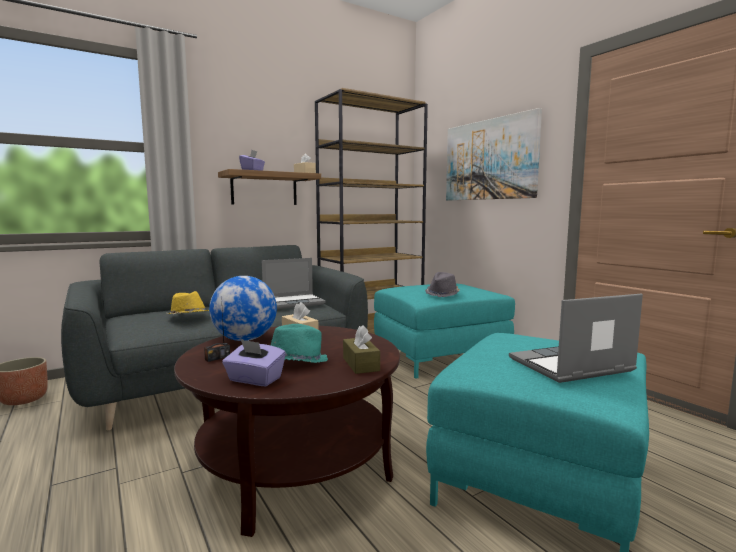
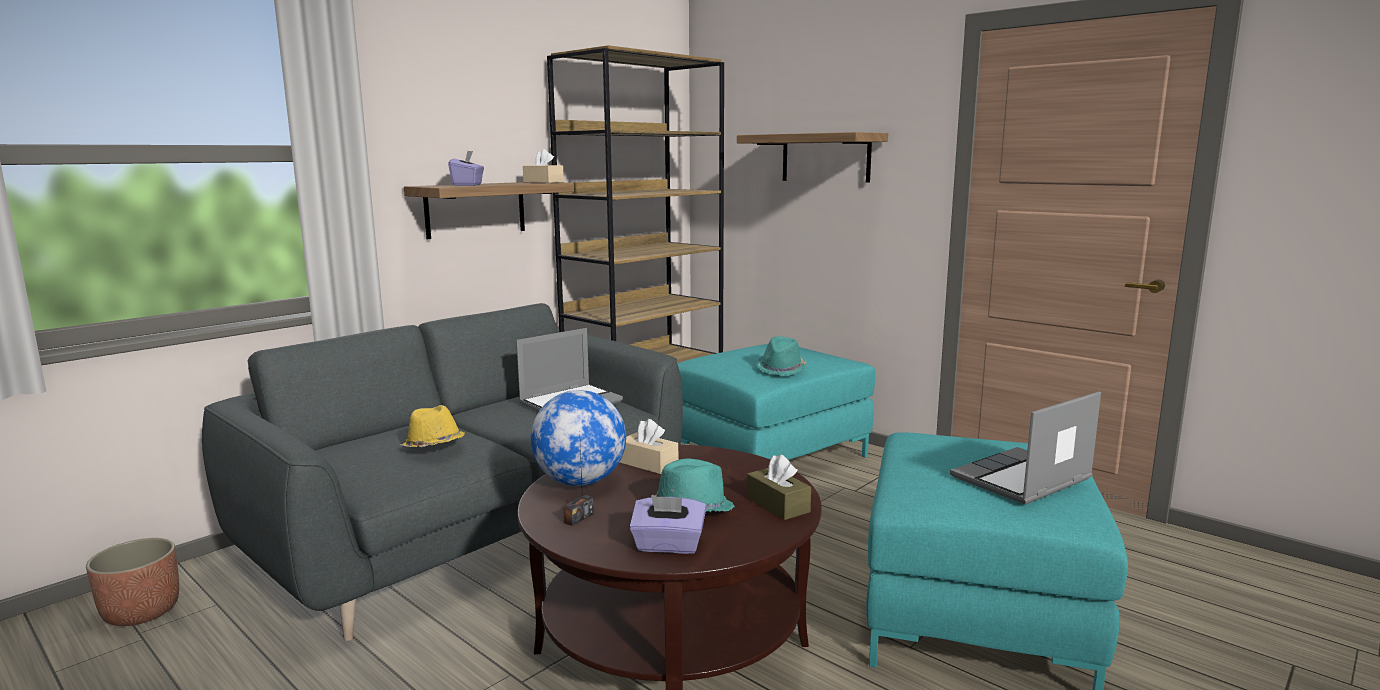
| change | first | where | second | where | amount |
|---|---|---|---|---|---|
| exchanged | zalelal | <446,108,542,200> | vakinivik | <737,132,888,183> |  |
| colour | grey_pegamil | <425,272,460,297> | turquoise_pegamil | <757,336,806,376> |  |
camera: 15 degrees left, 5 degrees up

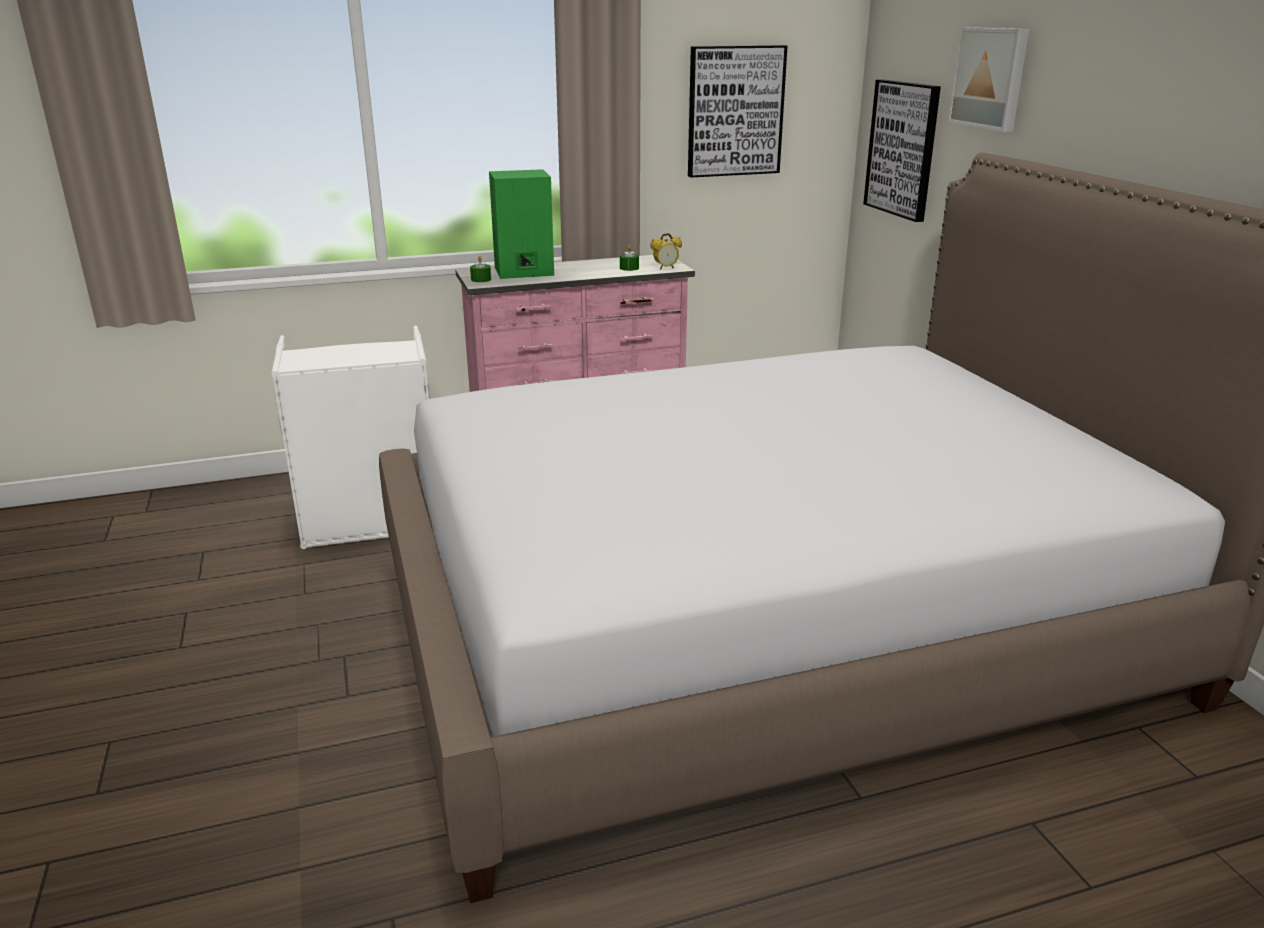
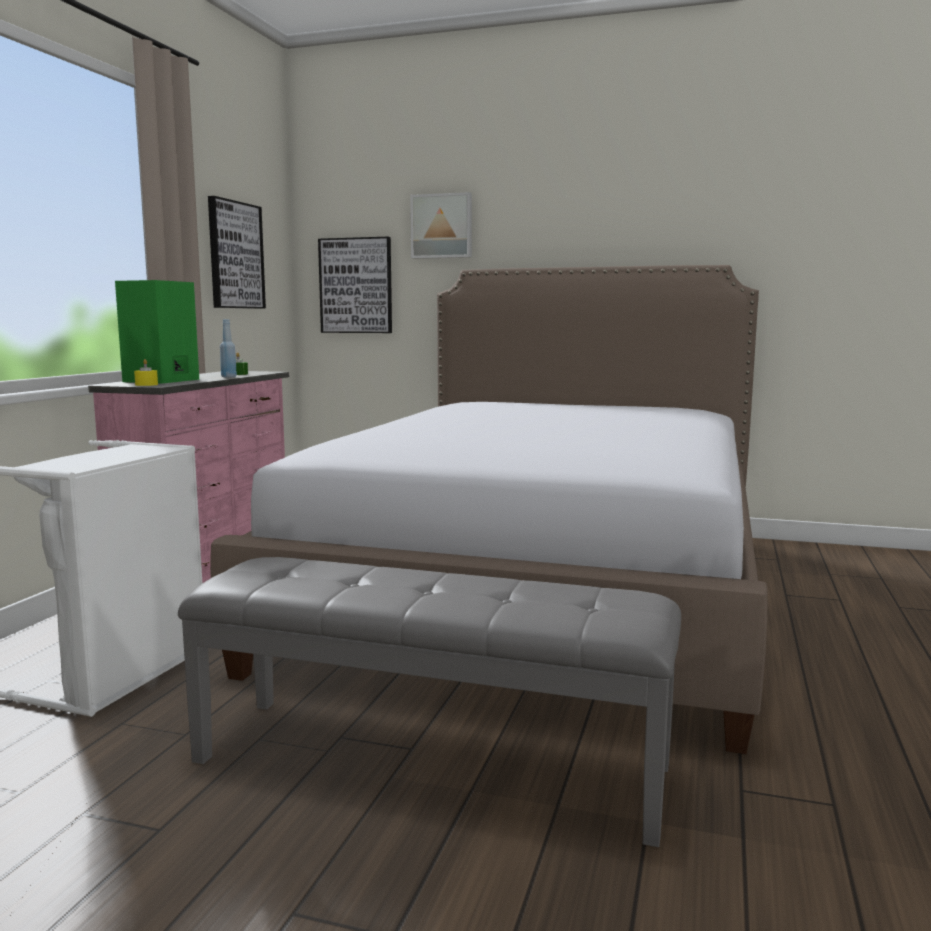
| change | first | where | second | where | amount |
|---|---|---|---|---|---|
| colour | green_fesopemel | <470,255,491,282> | yellow_fesopemel | <134,359,158,386> |  |
| appeared |  |  | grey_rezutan | <178,557,681,847> |  |
| appeared |  |  | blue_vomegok | <220,319,237,377> |  |
| missing | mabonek | <650,233,682,270> |  |  |  |
camera: 55 degrees left, 15 degrees down

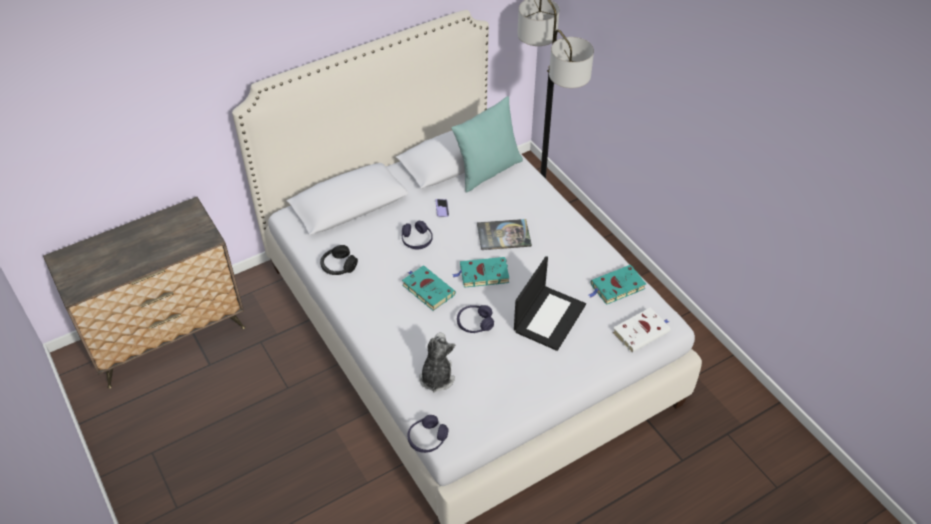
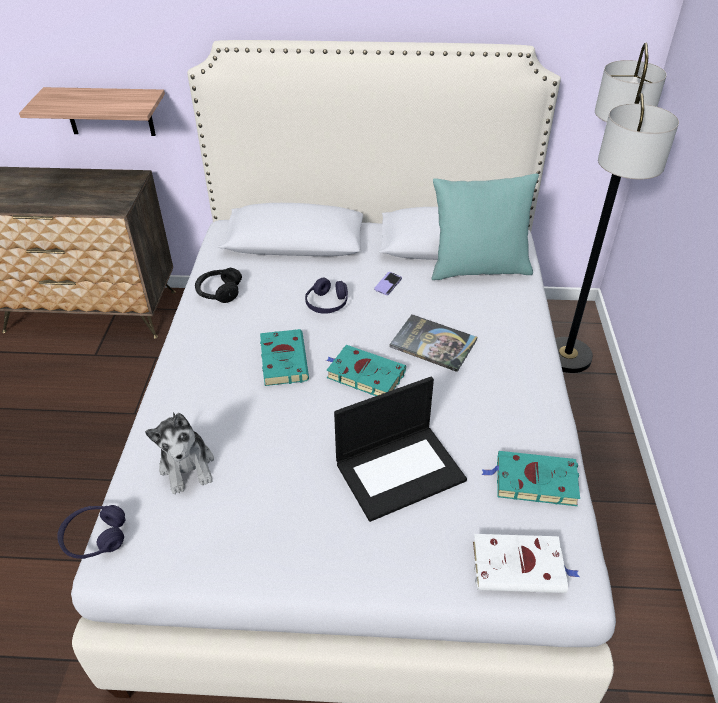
| change | first | where | second | where | amount |
|---|---|---|---|---|---|
| appeared |  |  | vakinivik | <19,87,165,136> |  |
| spun | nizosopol | <419,332,455,393> |  | <145,412,214,494> | 120 degrees clockwise |
| missing | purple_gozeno | <457,305,494,333> |  |  |  |
camera: 35 degrees right, 5 degrees down

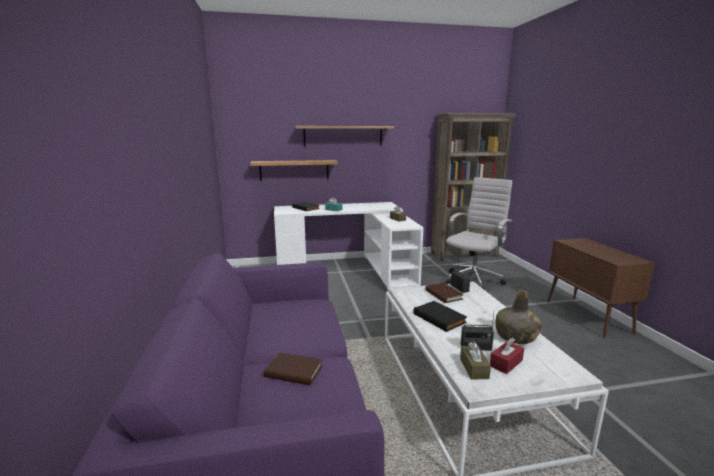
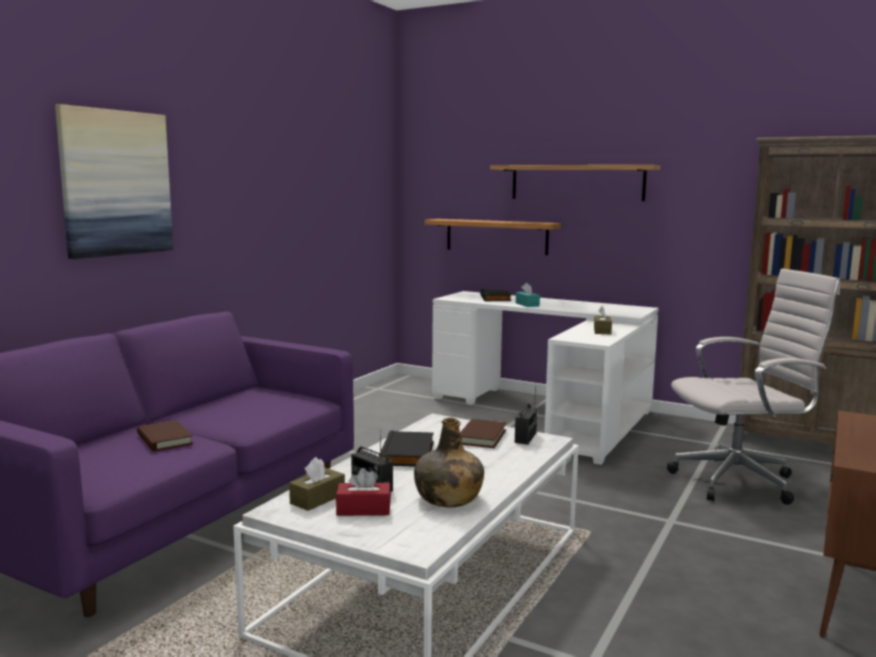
| change | first | where | second | where | amount |
|---|---|---|---|---|---|
| appeared |  |  | zalelal | <55,104,173,259> |  |
camera: 40 degrees right, 5 degrees down

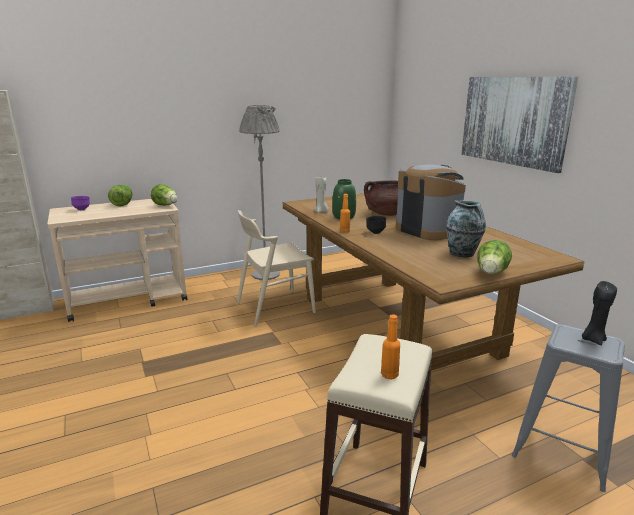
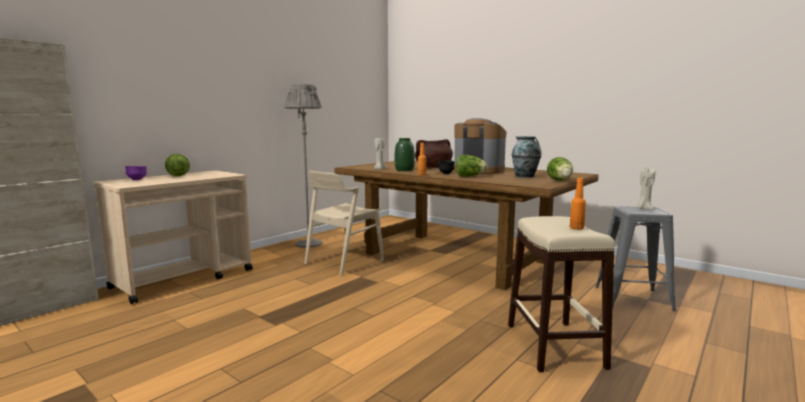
| change | first | where | second | where | amount |
|---|---|---|---|---|---|
| relocated | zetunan | <151,184,178,206> |  | <456,155,488,177> |  |
| colour | black_fesopemel | <582,281,617,345> | beige_fesopemel | <637,167,655,210> |  |
| missing | zalelal | <461,77,578,173> |  |  |  |
camera: 25 degrees left, 10 degrees down

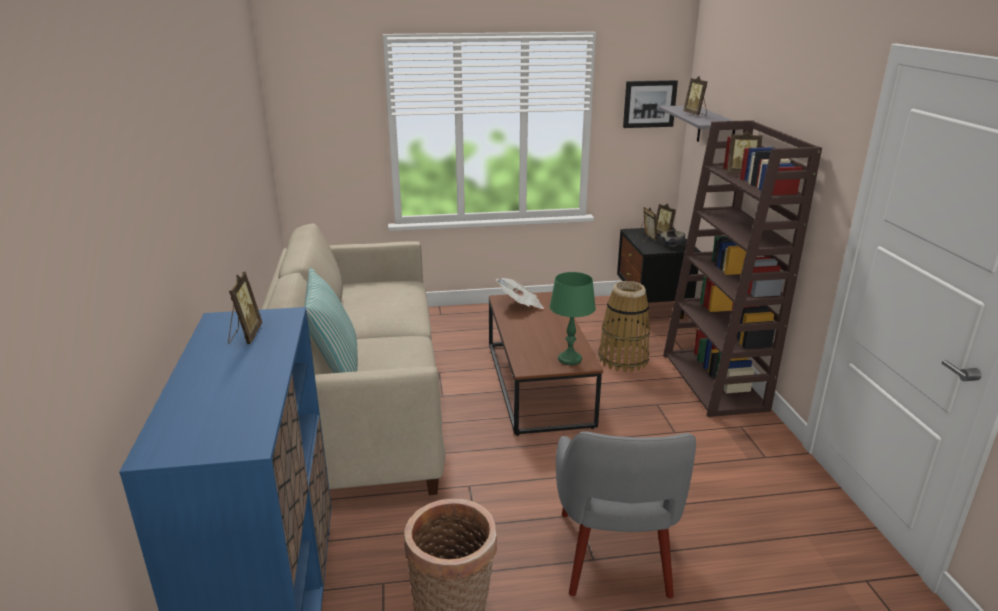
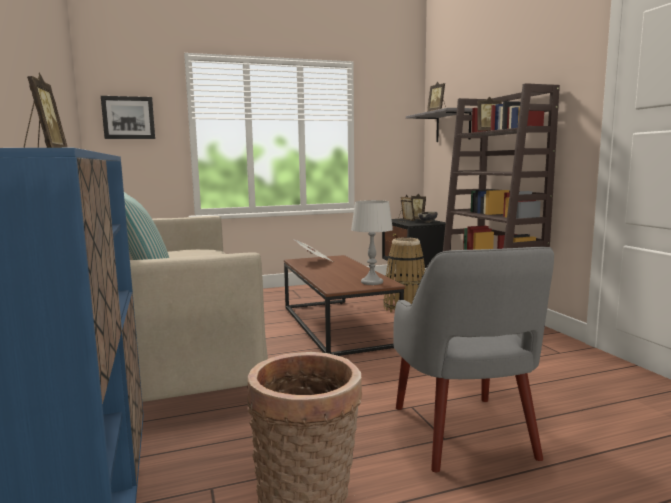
| change | first | where | second | where | amount |
|---|---|---|---|---|---|
| relocated | zalelal | <623,80,678,128> |  | <101,96,155,139> |  |
| colour | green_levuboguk | <550,272,596,365> | grey_levuboguk | <351,200,393,285> |  |
camera: 10 degrees left, 15 degrees down

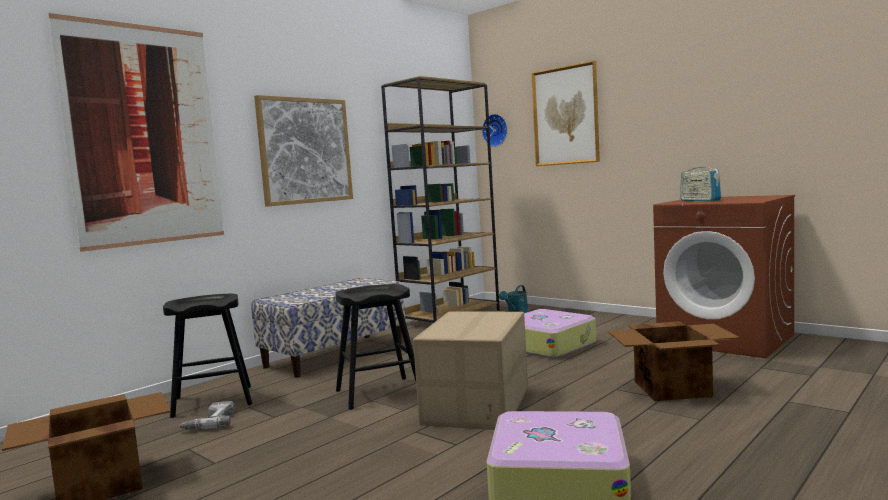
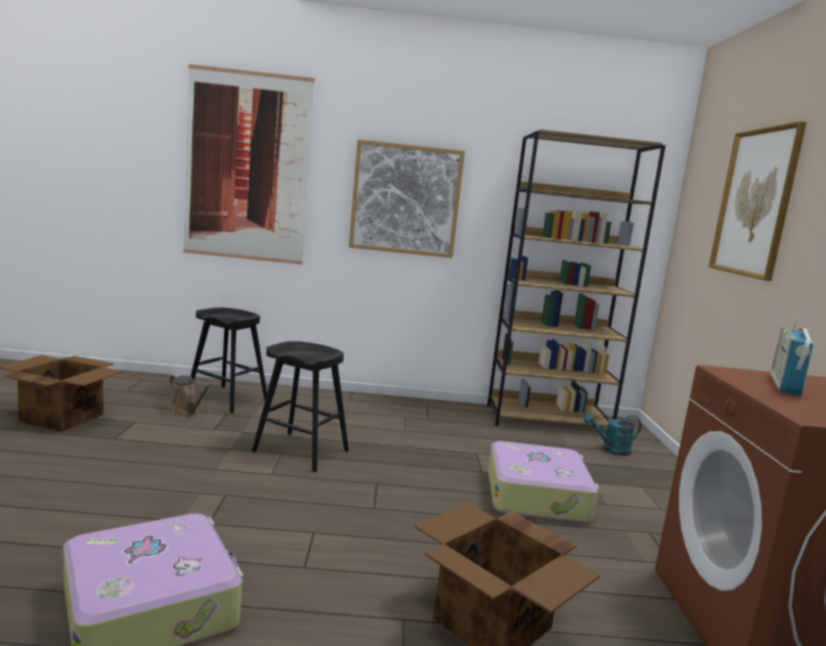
| change | first | where | second | where | amount |
|---|---|---|---|---|---|
| exchanged | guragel | <179,401,235,429> | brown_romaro | <167,374,212,417> |  |
| missing | rezutan | <251,278,406,378> |  |  |  |
| missing | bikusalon | <413,311,528,430> |  |  |  |
| missing | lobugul | <482,114,507,147> |  |  |  |
camera: 45 degrees right, 5 degrees up

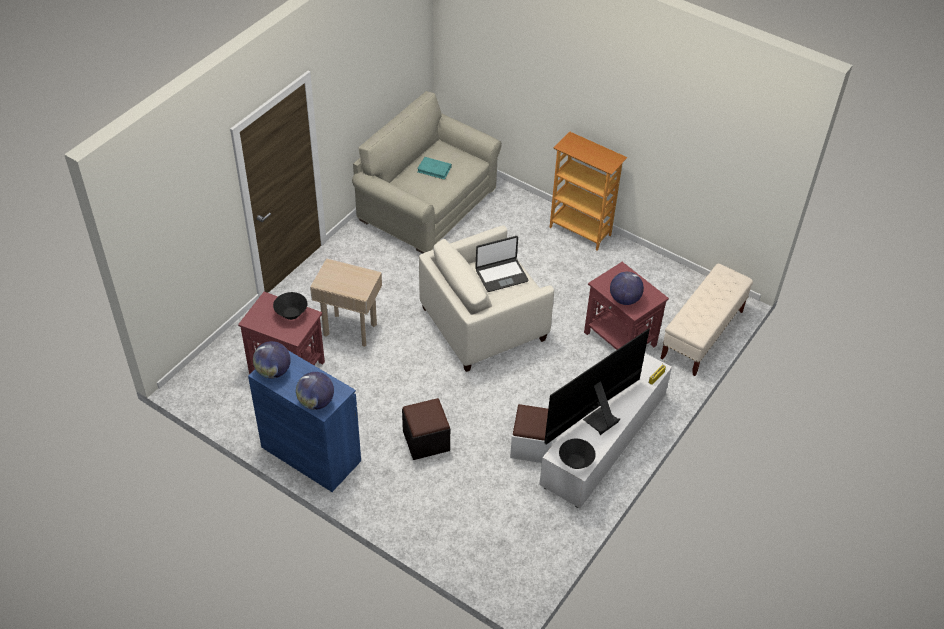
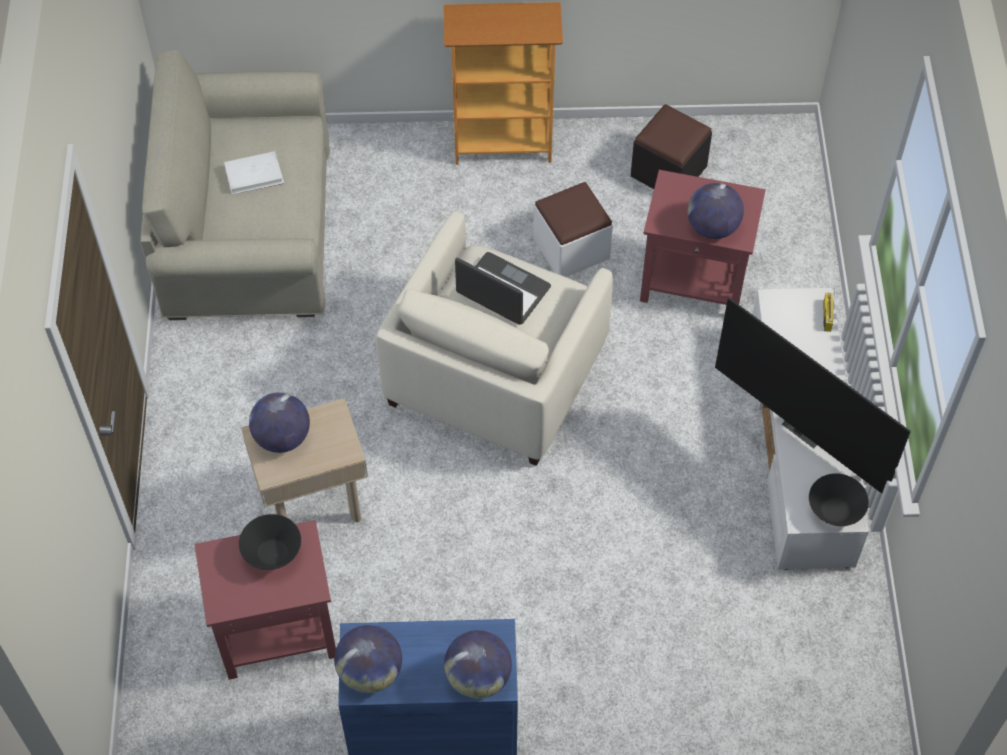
| change | first | where | second | where | amount |
|---|---|---|---|---|---|
| colour | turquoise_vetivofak | <417,157,452,180> | white_vetivofak | <224,151,284,195> |  |
| appeared |  |  | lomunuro | <249,392,310,453> |  |
| spun | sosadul | <475,236,528,292> |  | <455,252,551,325> | 90 degrees counterclockwise |
| relocated | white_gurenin | <510,404,552,463> |  | <533,182,613,277> |  |
| relocated | black_gurenin | <402,398,450,460> |  | <631,104,712,189> |  |
| spun | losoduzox | <544,329,650,445> |  | <715,298,911,493> | 60 degrees counterclockwise |
| missing | beige_rezutan | <660,264,753,376> |  |  |  |
camera: 35 degrees left, 10 degrees up

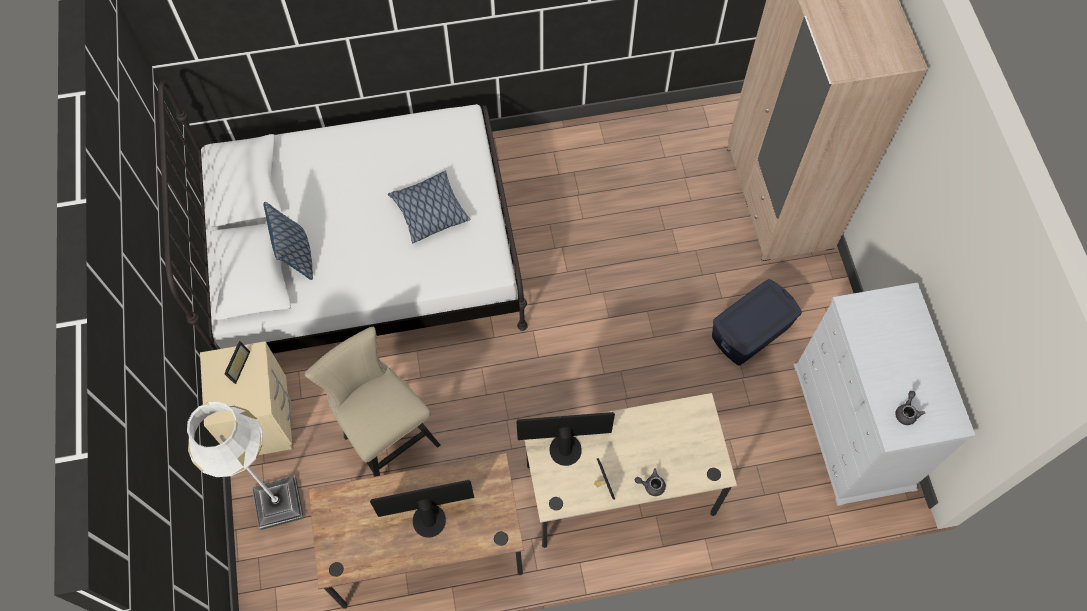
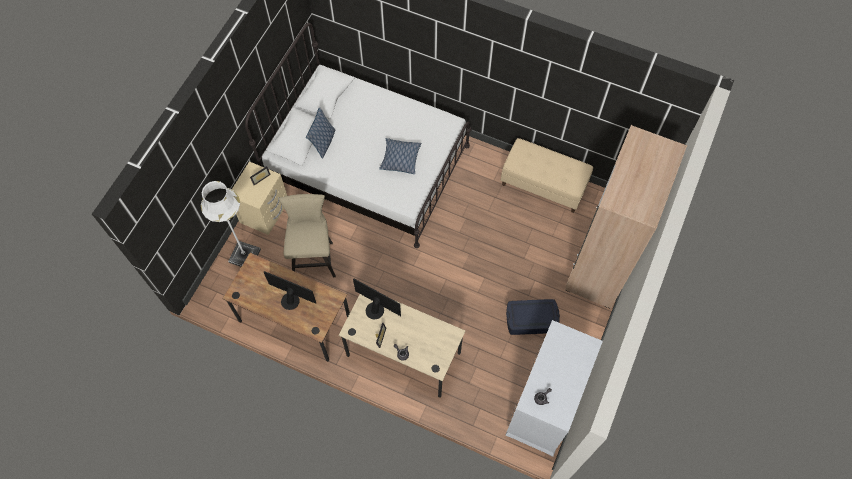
| change | first | where | second | where | amount |
|---|---|---|---|---|---|
| appeared |  |  | beige_rezutan | <501,138,593,213> |  |
camera: 35 degrees right, 0 degrees up

